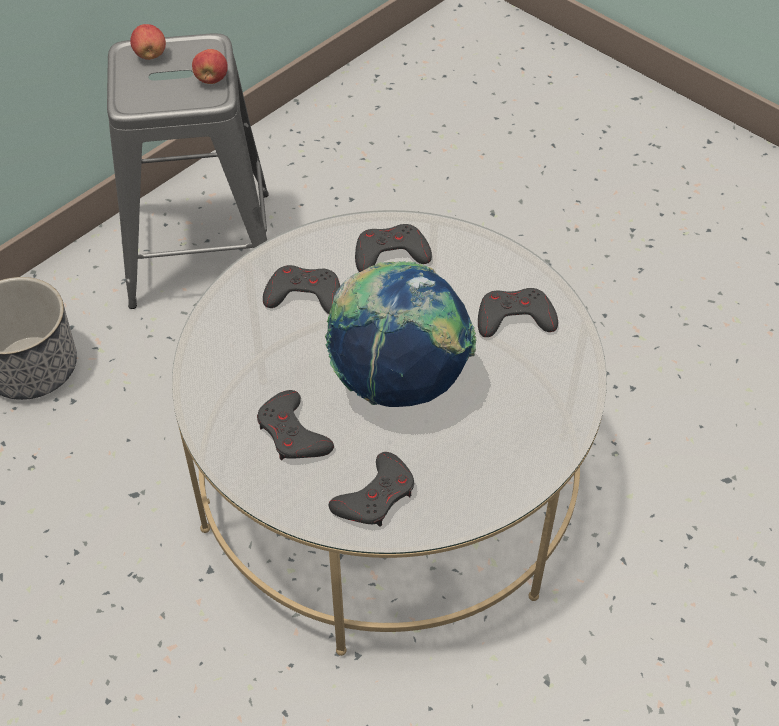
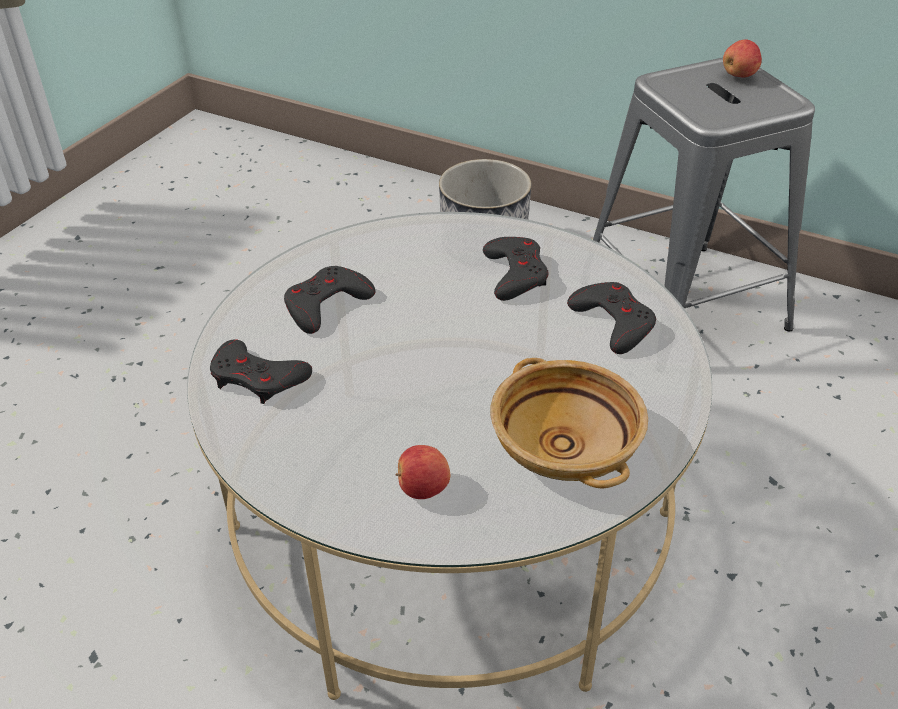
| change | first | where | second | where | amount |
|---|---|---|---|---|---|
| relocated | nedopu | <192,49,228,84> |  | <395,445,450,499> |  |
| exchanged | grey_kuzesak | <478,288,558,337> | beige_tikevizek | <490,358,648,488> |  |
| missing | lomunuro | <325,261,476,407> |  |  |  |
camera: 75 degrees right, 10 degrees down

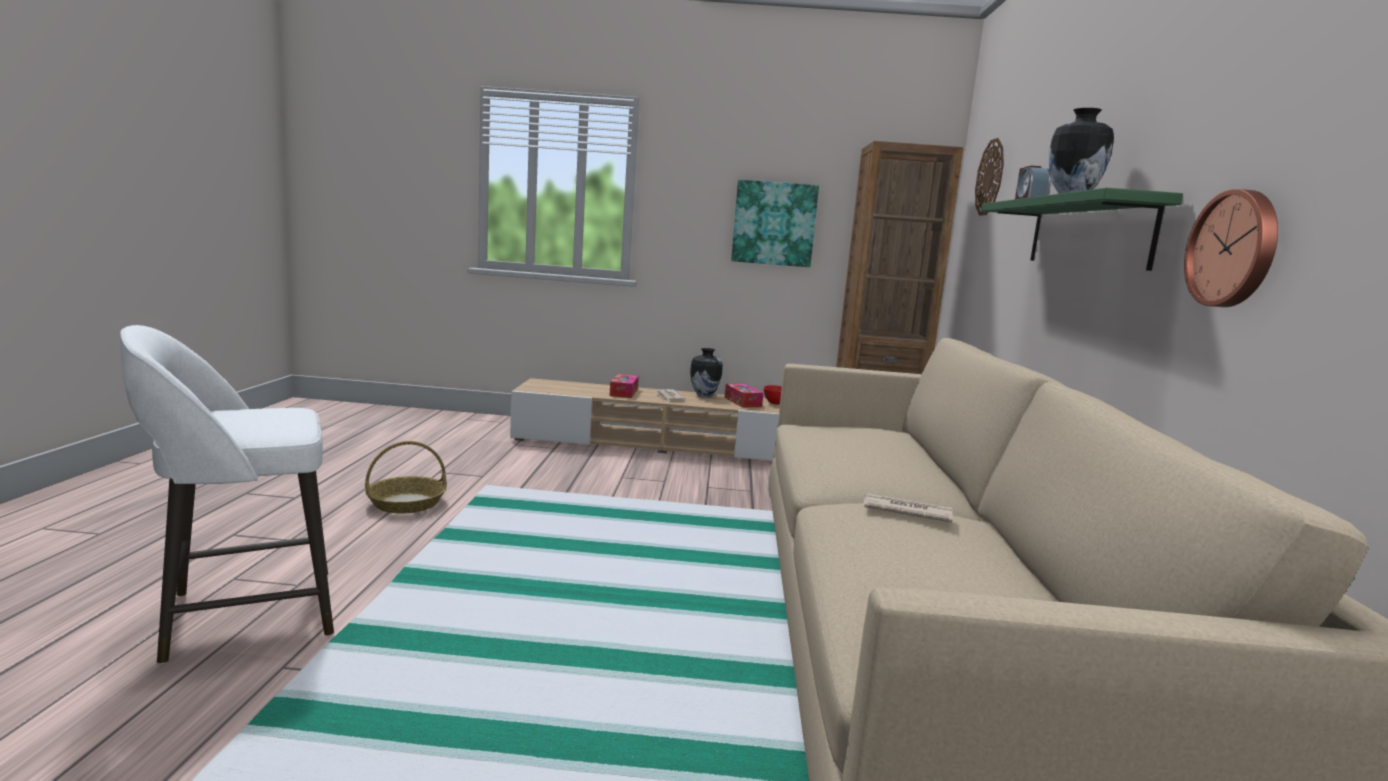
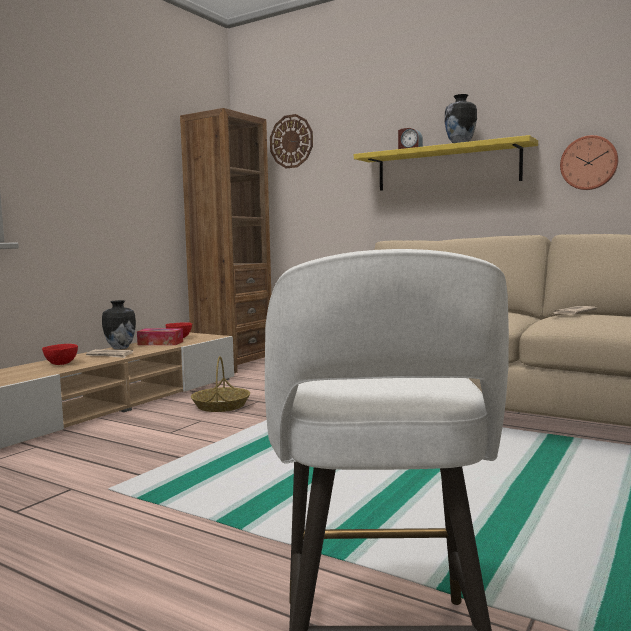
| change | first | where | second | where | amount |
|---|---|---|---|---|---|
| exchanged | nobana | <610,374,639,398> | red_tikevizek | <42,344,78,365> |  |
| relocated | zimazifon | <365,441,447,514> |  | <191,356,250,412> |  |
| colour | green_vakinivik | <981,188,1183,271> | yellow_vakinivik | <354,135,538,191> |  |
| missing | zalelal | <731,179,819,267> |  |  |  |
camera: 60 degrees left, 5 degrees down

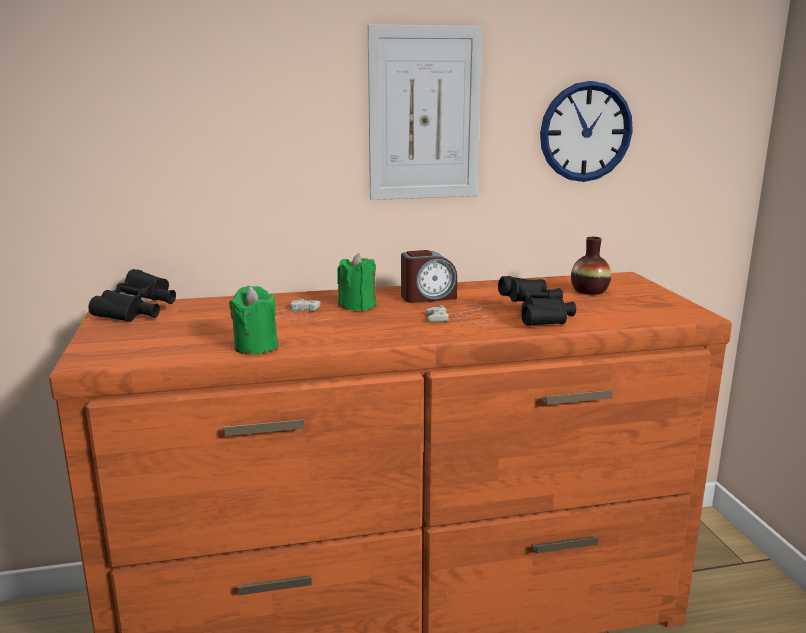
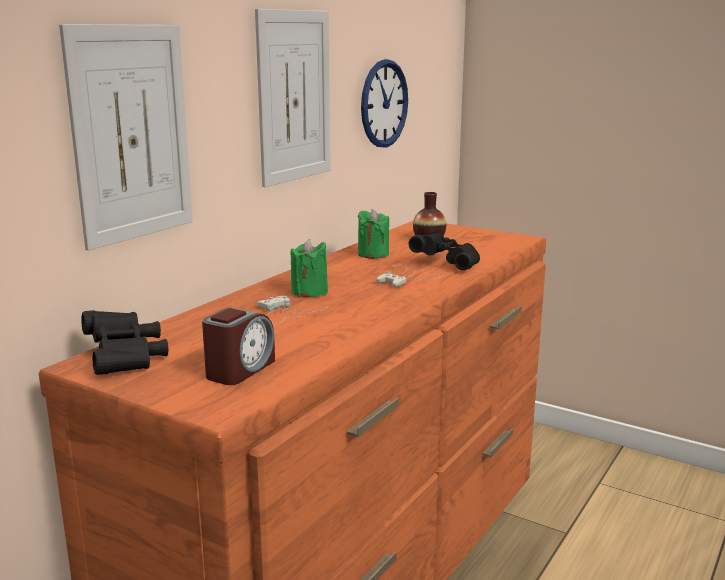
| change | first | where | second | where | amount |
|---|---|---|---|---|---|
| appeared |  |  | zalelal | <59,24,193,251> |  |
| relocated | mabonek | <401,250,457,303> |  | <202,308,275,385> |  |
| relocated | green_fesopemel | <229,286,278,355> |  | <358,209,389,259> |  |
camera: 45 degrees left, 0 degrees up

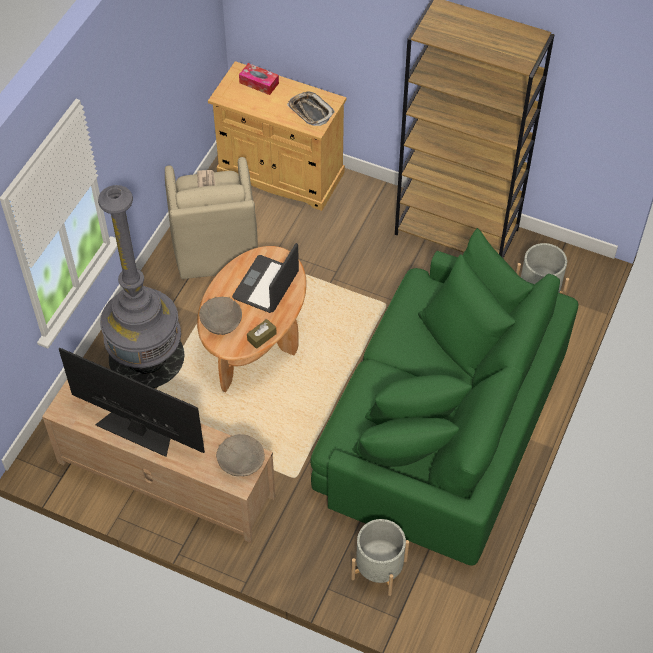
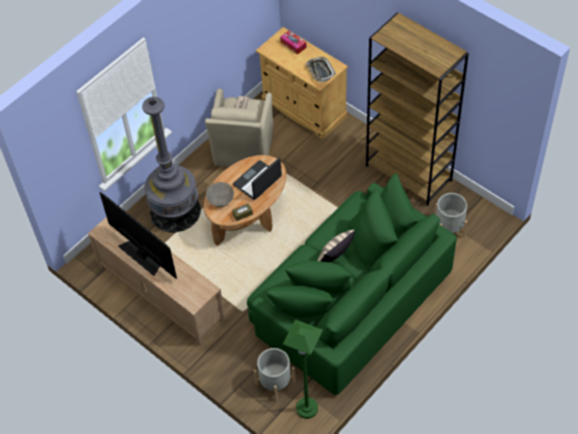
| change | first | where | second | where | amount |
|---|---|---|---|---|---|
| appeared |  |  | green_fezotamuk | <283,319,323,419> |  |
| appeared |  |  | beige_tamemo | <317,230,355,262> |  |
| missing | beige_tikevizek | <216,434,265,476> |  |  |  |
camera: 20 degrees right, 0 degrees up

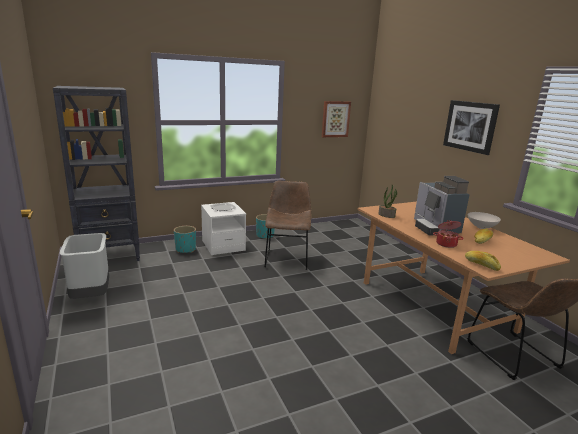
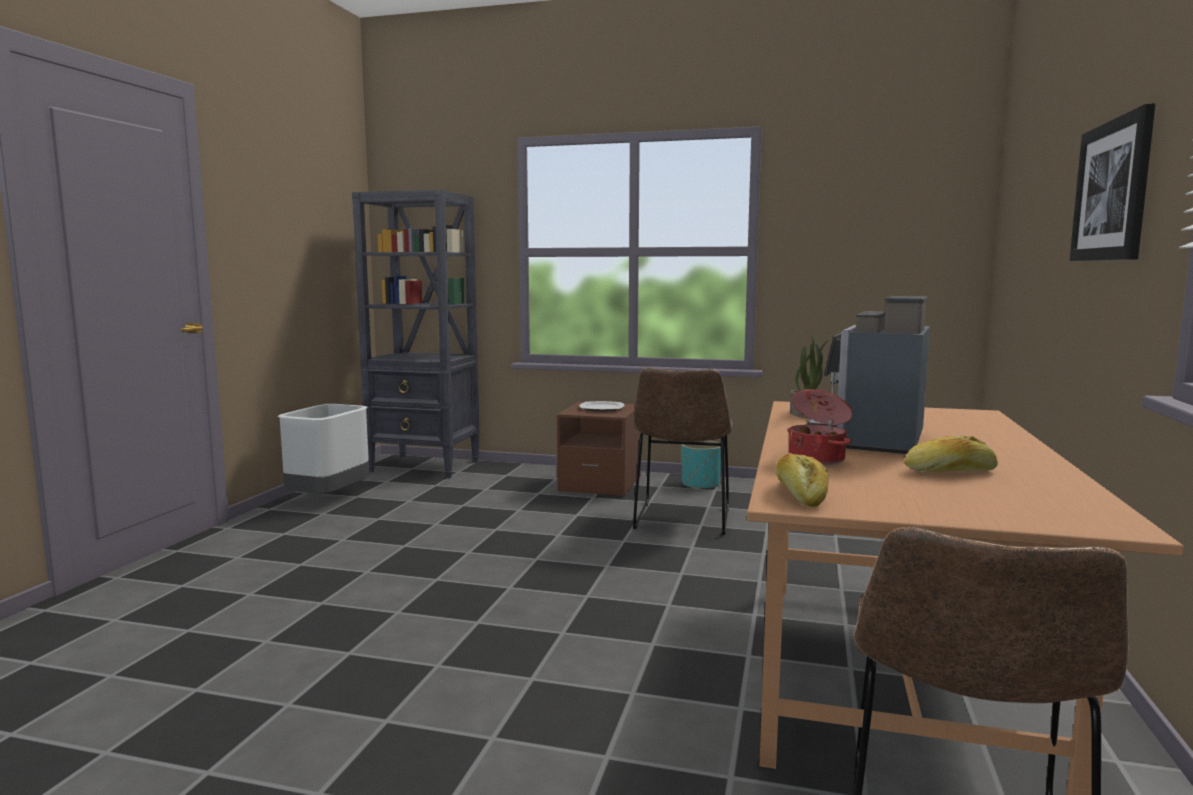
| change | first | where | second | where | amount |
|---|---|---|---|---|---|
| colour | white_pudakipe | <201,202,246,255> | brown_pudakipe | <557,402,641,497> |  |
| spun | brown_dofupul | <264,181,311,270> |  | <633,368,733,535> | 150 degrees clockwise |
| missing | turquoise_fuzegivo | <174,226,196,253> |  |  |  |
| missing | zalelal | <322,101,351,137> |  |  |  |
| missing | white_tikevizek | <468,212,501,229> |  |  |  |
camera: 40 degrees right, 10 degrees down

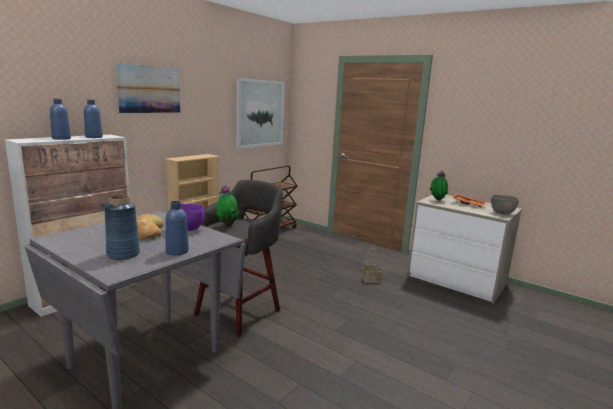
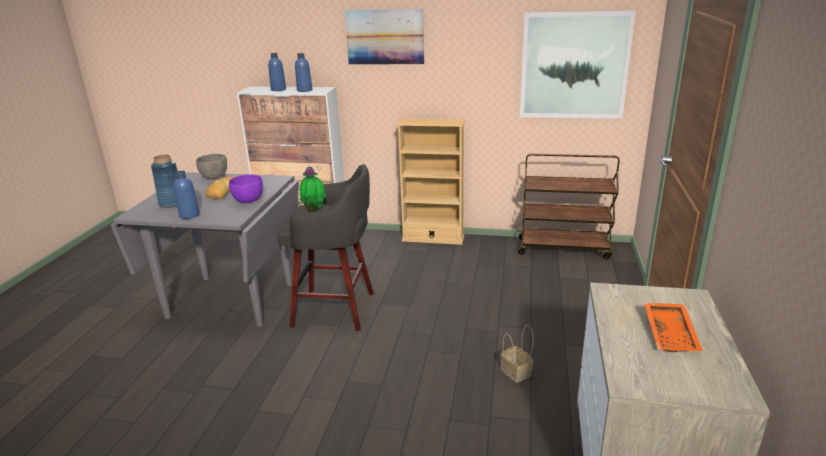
| change | first | where | second | where | amount |
|---|---|---|---|---|---|
| relocated | grey_tikevizek | <491,195,519,214> |  | <196,154,227,179> |  |
| missing | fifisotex | <430,170,448,200> |  |  |  |
camera: 65 degrees right, 10 degrees up

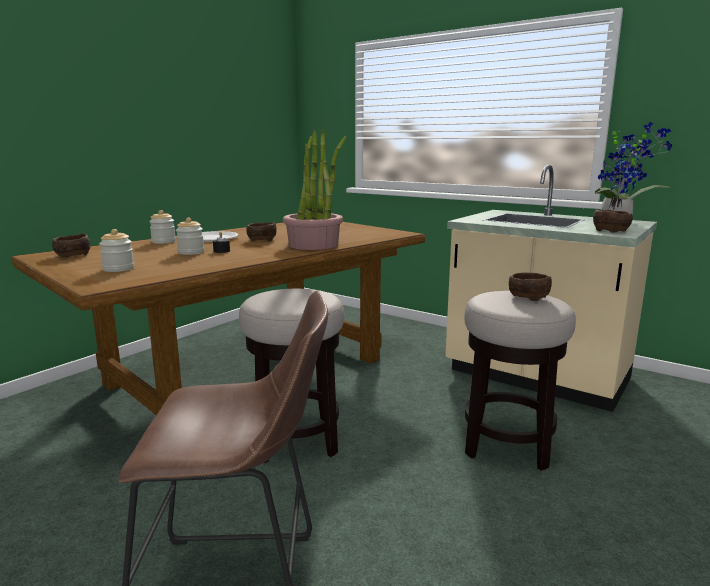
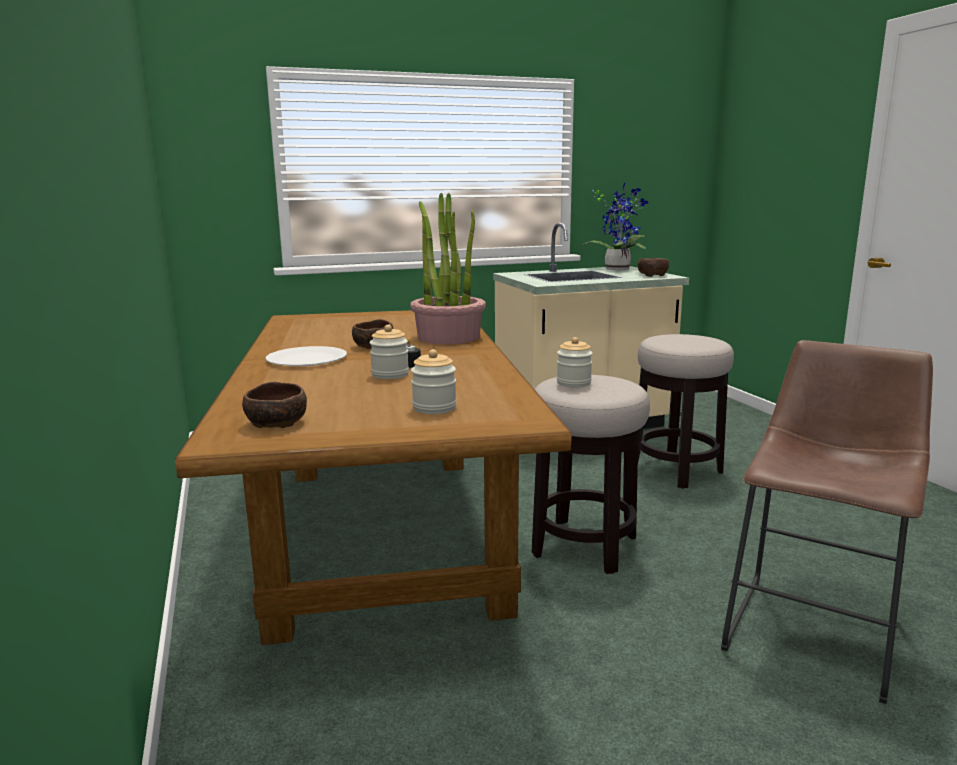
| change | first | where | second | where | amount |
|---|---|---|---|---|---|
| relocated | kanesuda | <149,210,176,244> |  | <557,337,593,388> |  |
| missing | brown_tikevizek | <509,272,552,301> |  |  |  |
camera: 55 degrees left, 0 degrees up

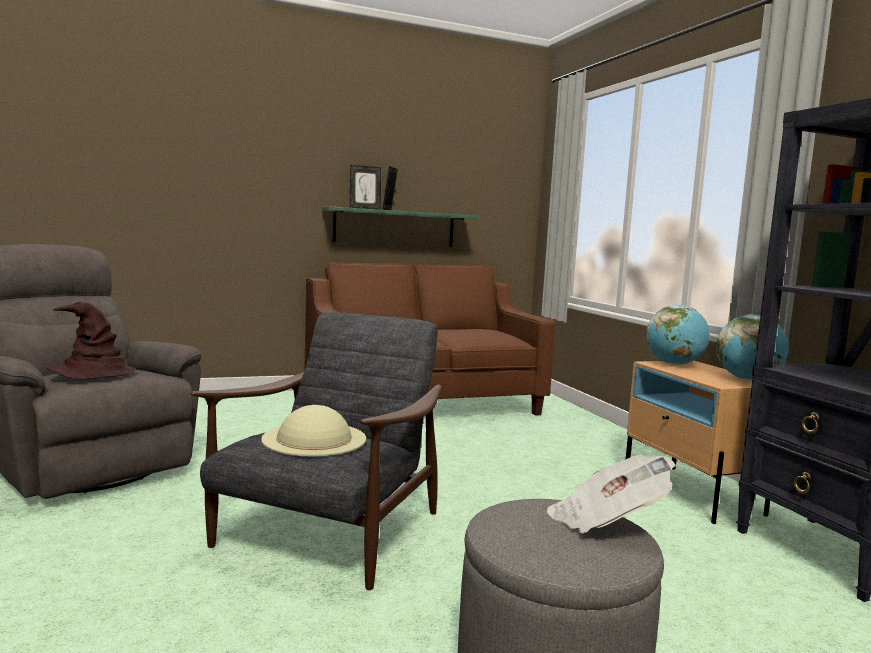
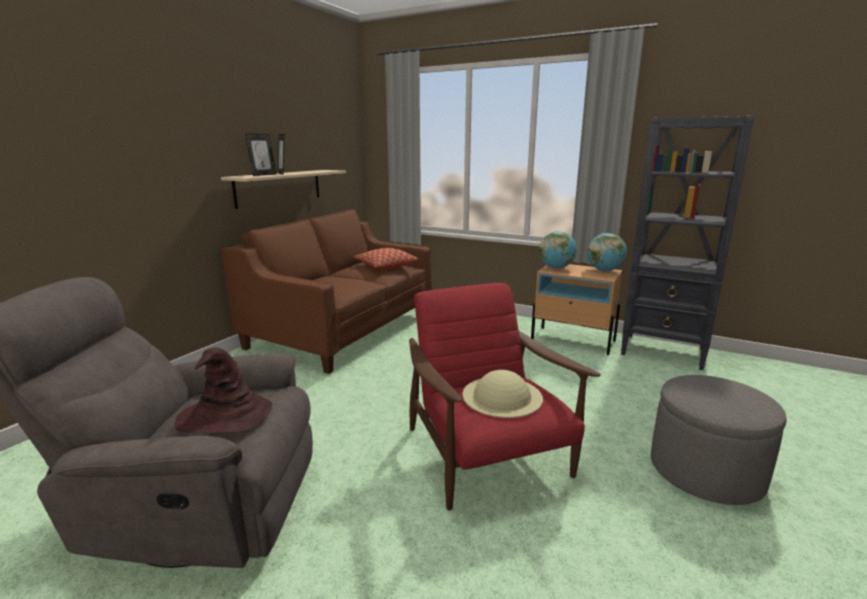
| change | first | where | second | where | amount |
|---|---|---|---|---|---|
| colour | green_vakinivik | <321,206,478,247> | beige_vakinivik | <221,170,346,209> |  |
| appeared |  |  | tamemo | <353,248,419,269> |  |
| colour | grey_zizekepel | <190,312,442,590> | red_zizekepel | <409,283,601,510> |  |
| missing | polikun | <547,455,676,533> |  |  |  |
camera: 40 degrees left, 10 degrees up

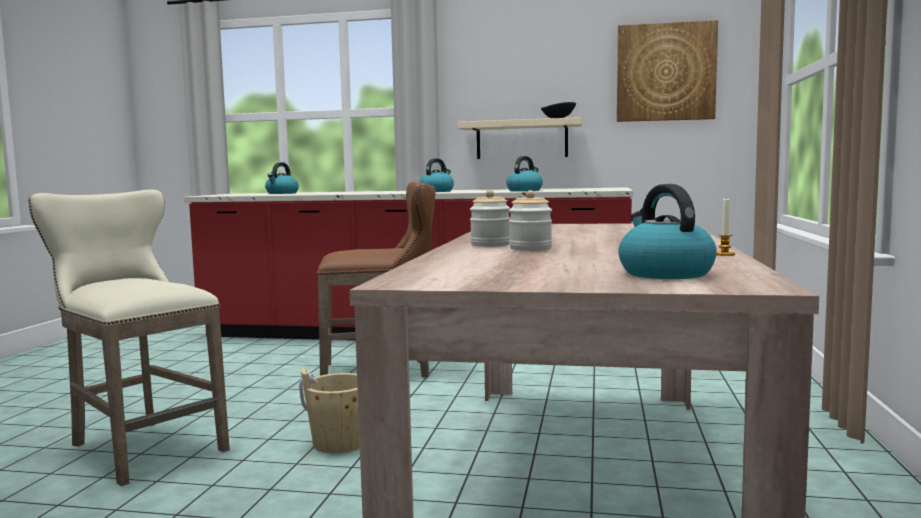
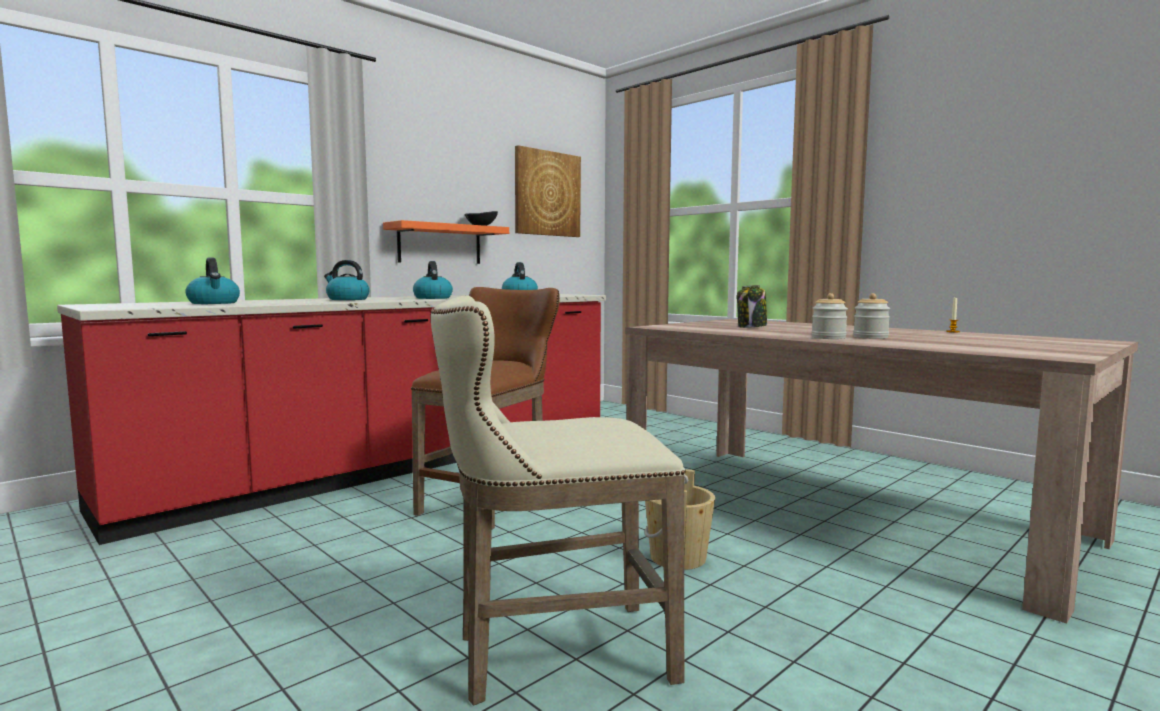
| change | first | where | second | where | amount |
|---|---|---|---|---|---|
| relocated | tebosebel | <618,184,717,279> |  | <324,260,370,300> |  |
| colour | beige_vakinivik | <457,117,582,159> | orange_vakinivik | <383,220,509,264> |  |
| appeared |  |  | kanesuda | <737,285,767,328> |  |
camera: 55 degrees left, 0 degrees up

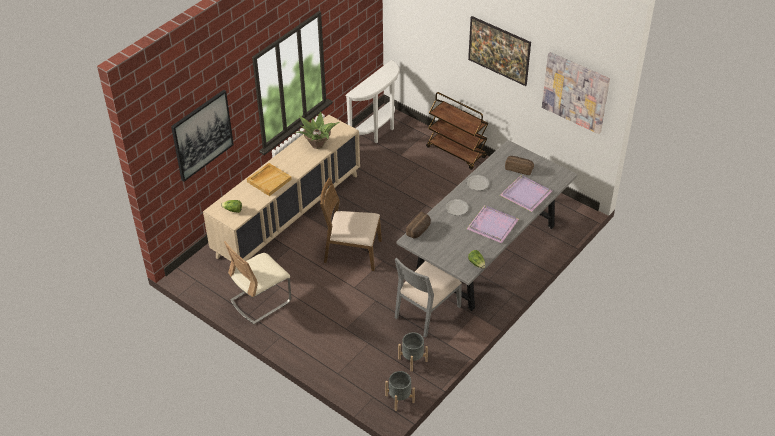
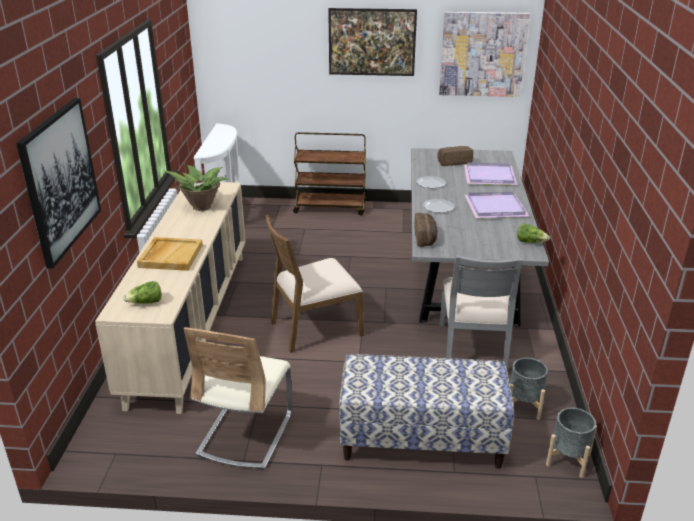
| change | first | where | second | where | amount |
|---|---|---|---|---|---|
| appeared |  |  | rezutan | <339,354,514,469> |  |
camera: 35 degrees left, 15 degrees down

